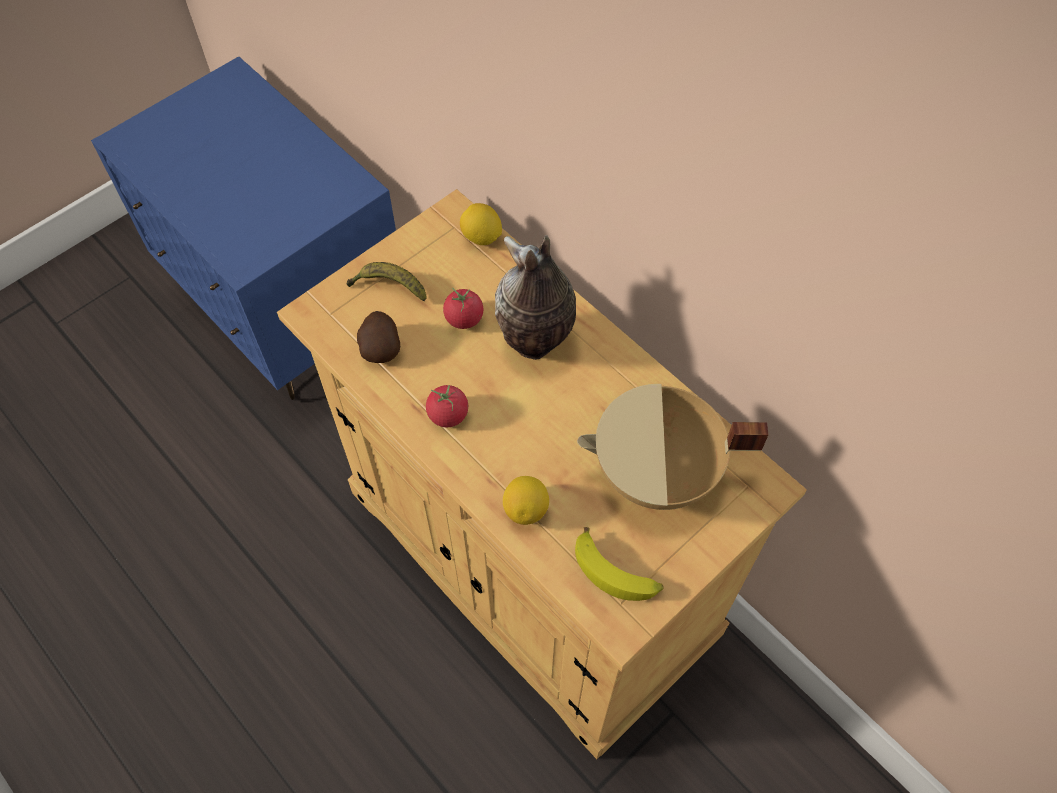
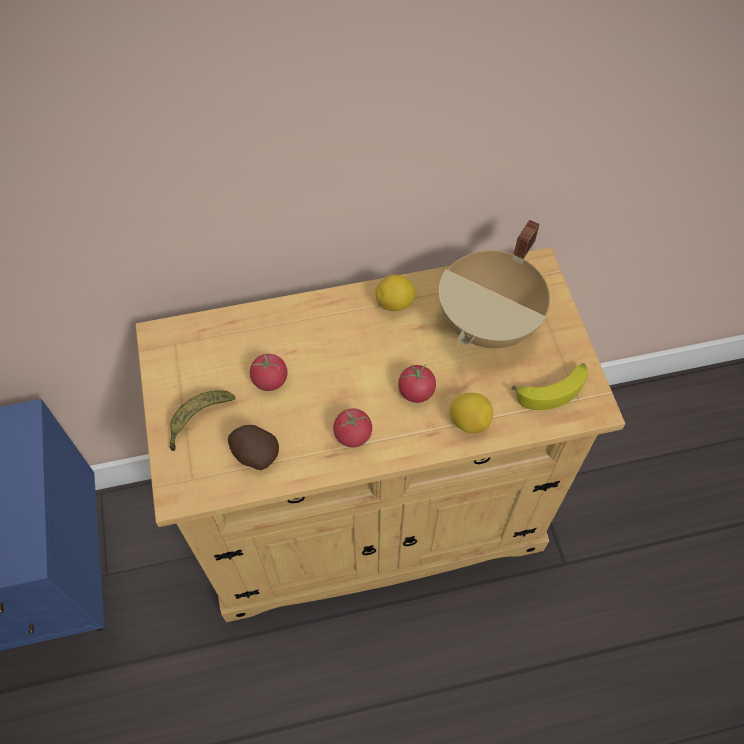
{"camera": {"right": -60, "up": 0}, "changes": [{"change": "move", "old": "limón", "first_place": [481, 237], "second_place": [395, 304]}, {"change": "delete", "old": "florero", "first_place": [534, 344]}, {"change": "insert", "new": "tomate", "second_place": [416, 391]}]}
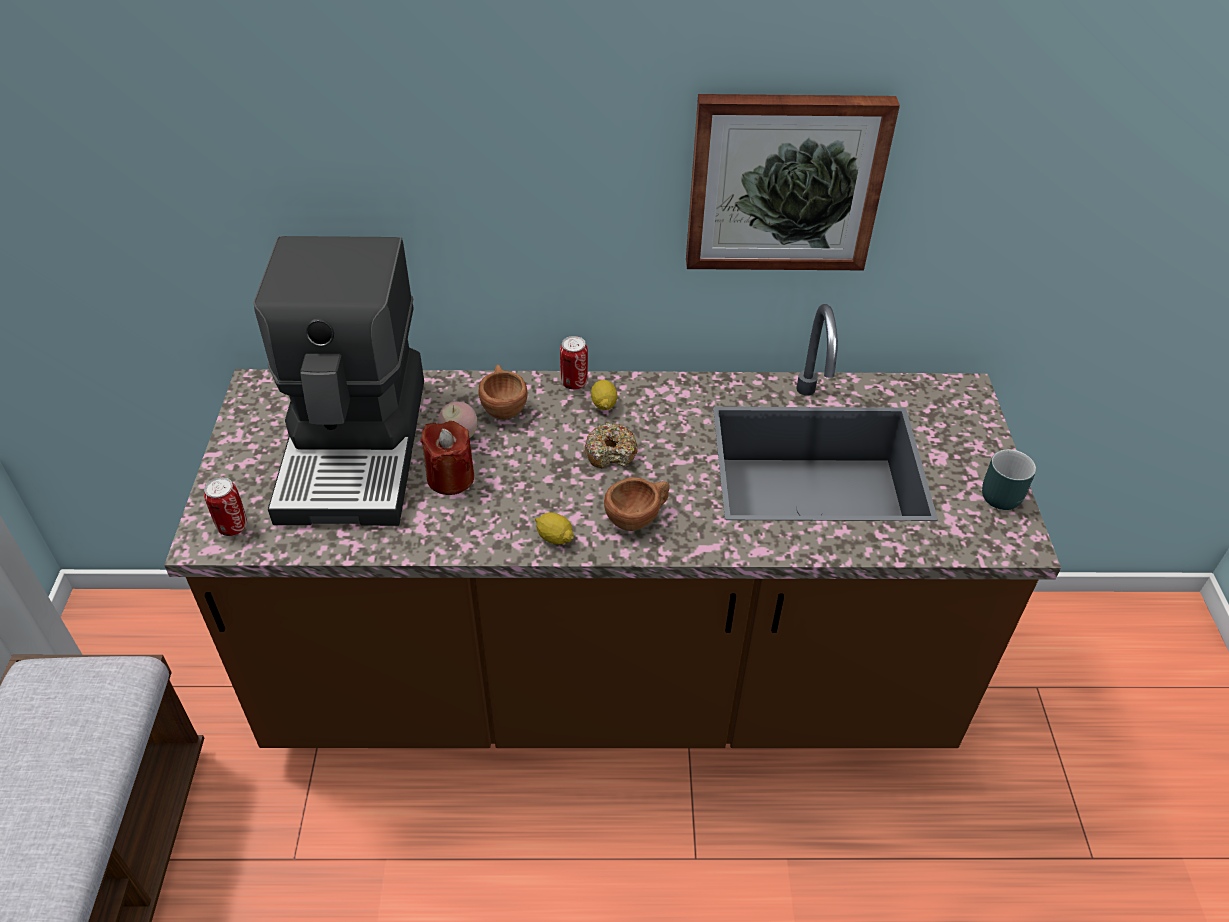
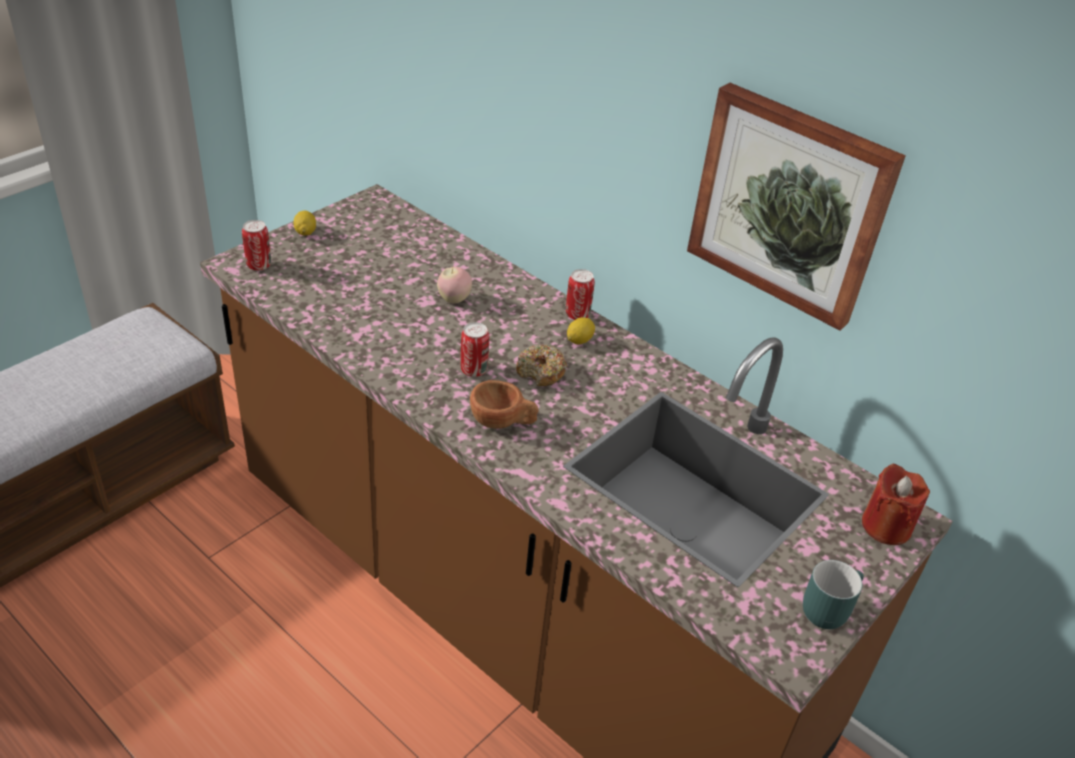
{"camera": {"right": 40, "up": -5}, "changes": [{"change": "delete", "old": "cafetera", "first_place": [357, 446]}, {"change": "delete", "old": "taza/marrón", "first_place": [503, 406]}, {"change": "move", "old": "vela/rojo", "first_place": [450, 478], "second_place": [886, 526]}, {"change": "move", "old": "limón", "first_place": [554, 537], "second_place": [305, 232]}, {"change": "insert", "new": "lata", "second_place": [473, 370]}]}
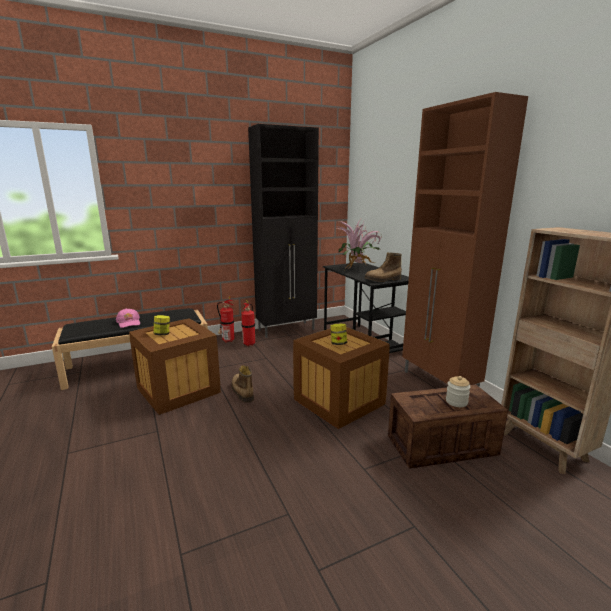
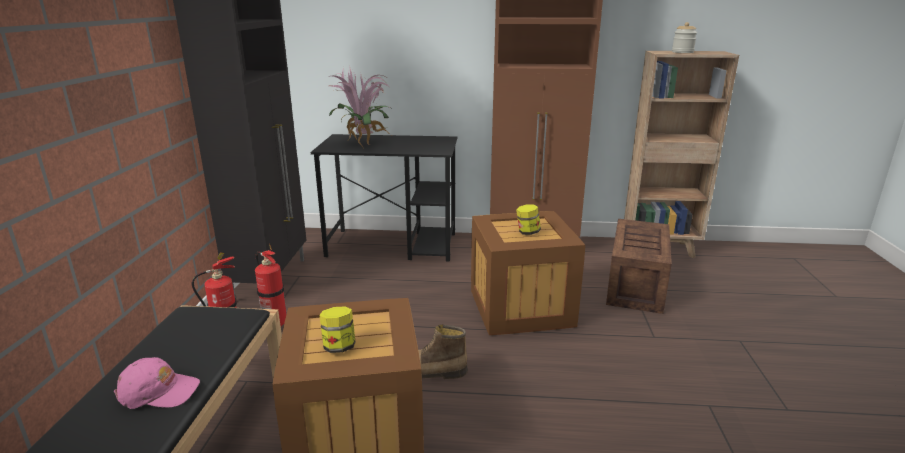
{"camera": {"right": -60, "up": 5}, "changes": [{"change": "delete", "old": "bota", "first_place": [383, 280]}, {"change": "move", "old": "tarro", "first_place": [456, 402], "second_place": [682, 52]}]}
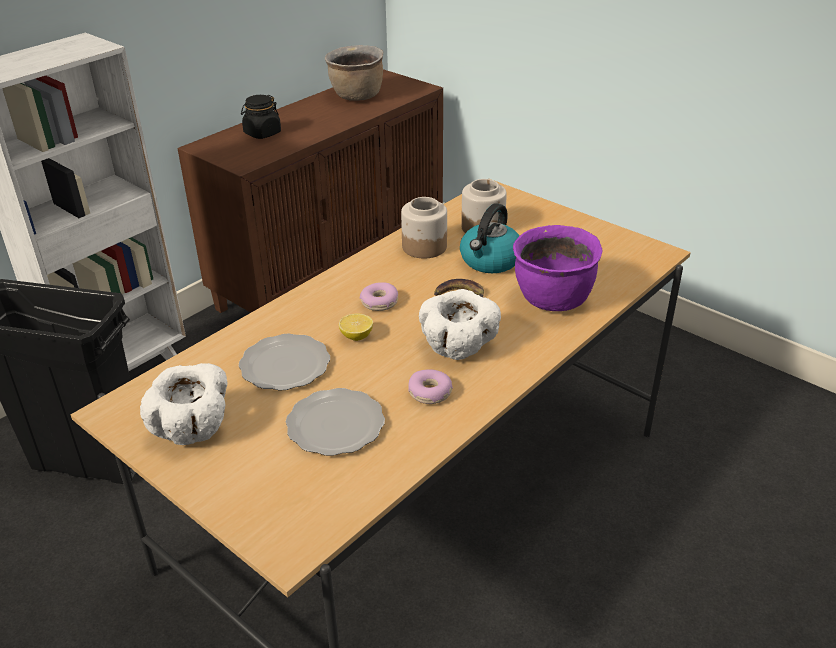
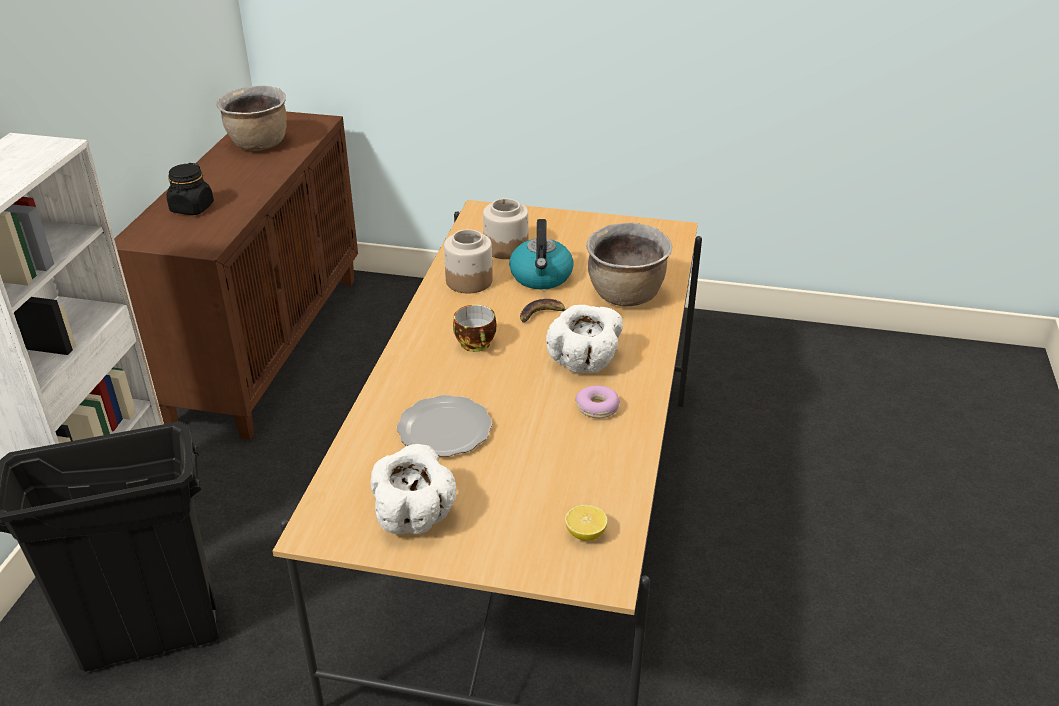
{"camera": {"right": -30, "up": 0}, "changes": [{"change": "recolor", "old": "olla/morado", "new": "olla/marrón", "first_place": [553, 300], "second_place": [626, 296]}, {"change": "replace", "old": "rosquilla", "new": "taza", "first_place": [379, 302], "second_place": [477, 344]}, {"change": "move", "old": "limón", "first_place": [356, 336], "second_place": [585, 533]}, {"change": "delete", "old": "plato", "first_place": [336, 426]}]}
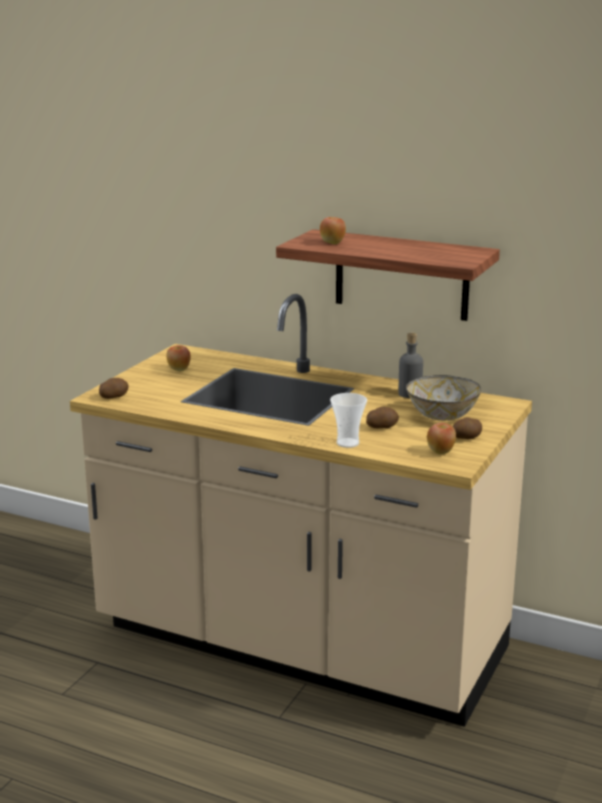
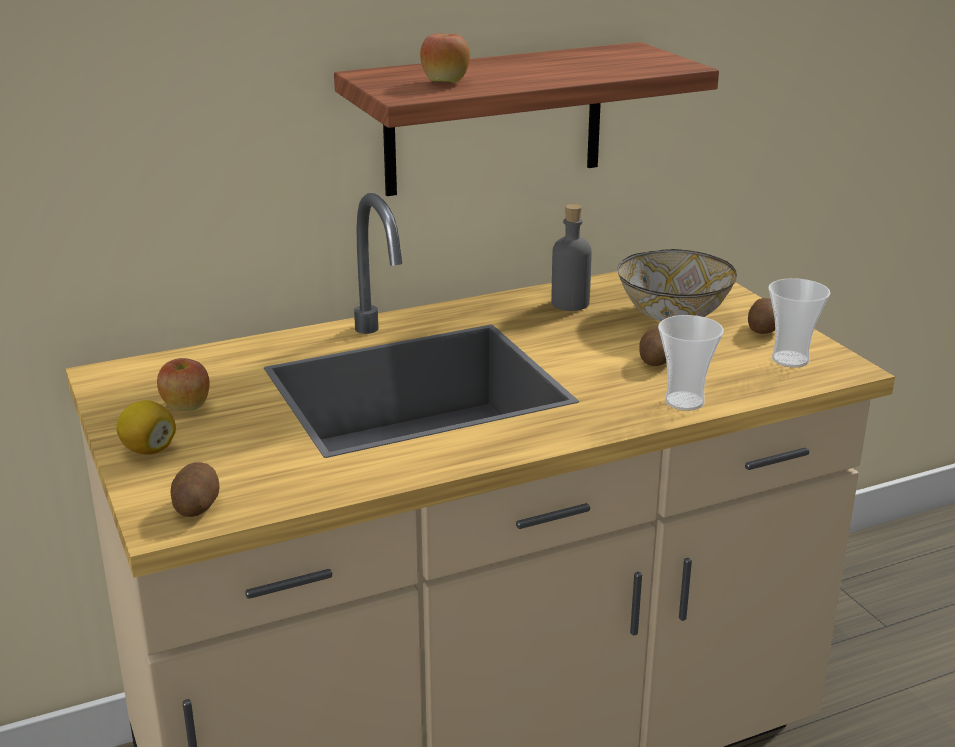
{"camera": {"right": -50, "up": 5}, "changes": [{"change": "replace", "old": "manzana", "new": "taza", "first_place": [441, 451], "second_place": [790, 359]}, {"change": "insert", "new": "limón", "second_place": [148, 449]}]}
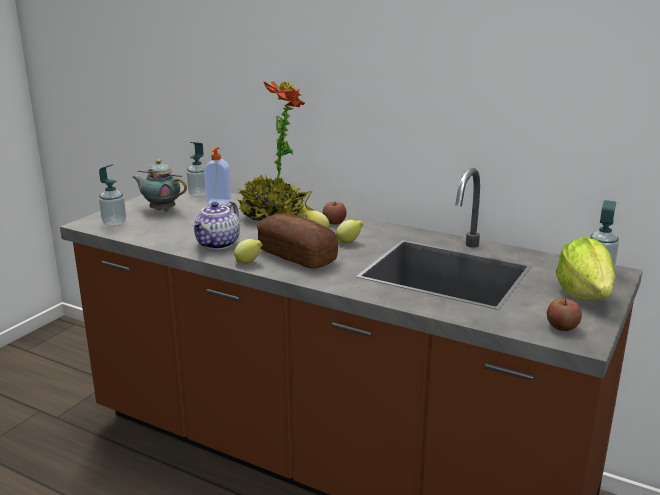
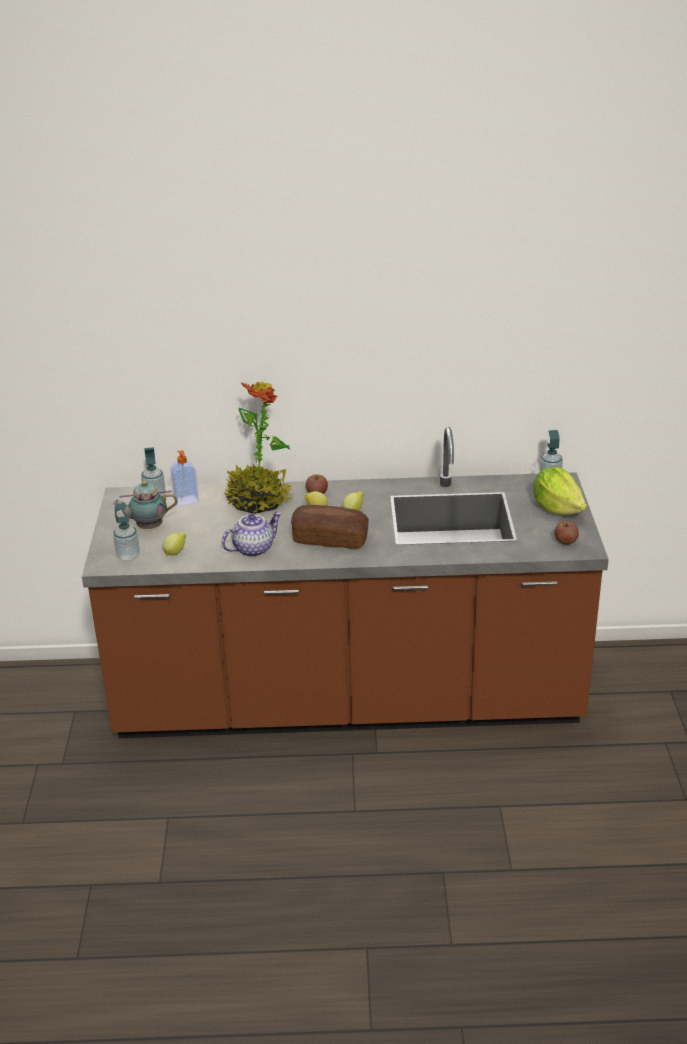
{"camera": {"right": -30, "up": 10}, "changes": [{"change": "rotate", "old": "tetera", "first_place": [218, 244], "second_place": [253, 548], "degrees": -120}, {"change": "move", "old": "limón", "first_place": [249, 263], "second_place": [175, 553]}]}
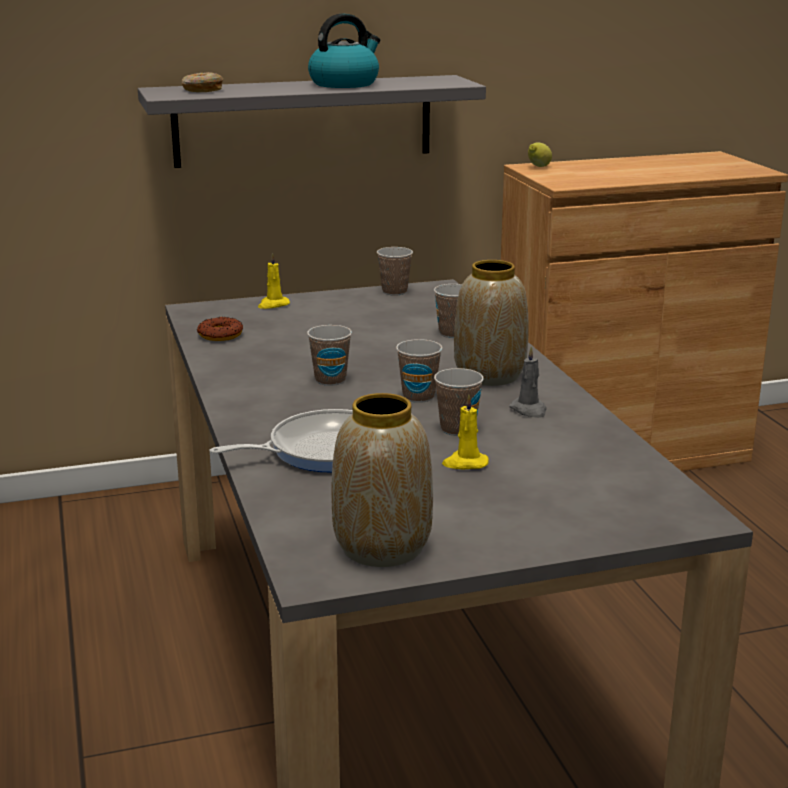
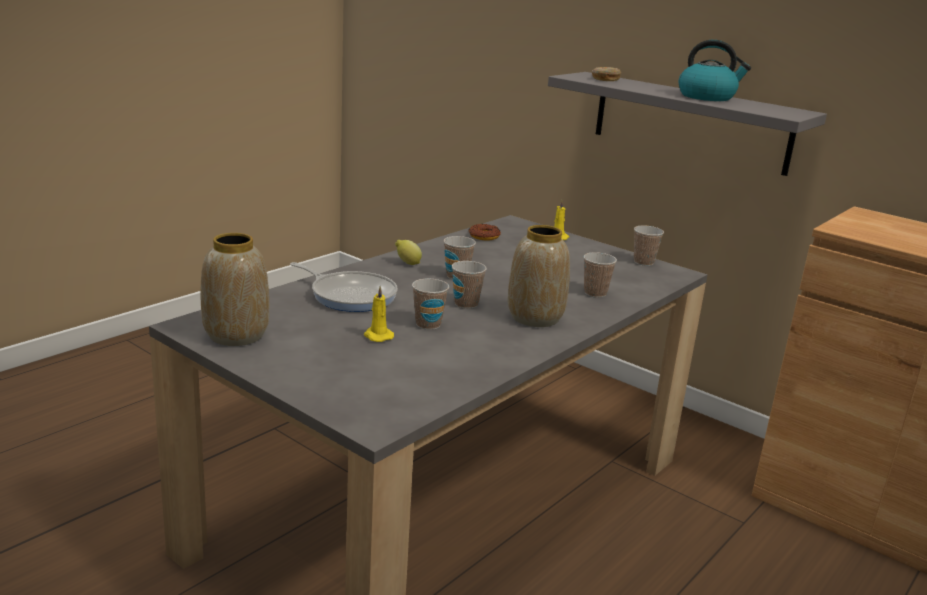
{"camera": {"right": 55, "up": 0}, "changes": [{"change": "move", "old": "limón", "first_place": [538, 167], "second_place": [407, 263]}, {"change": "delete", "old": "vela/gris", "first_place": [529, 410]}]}
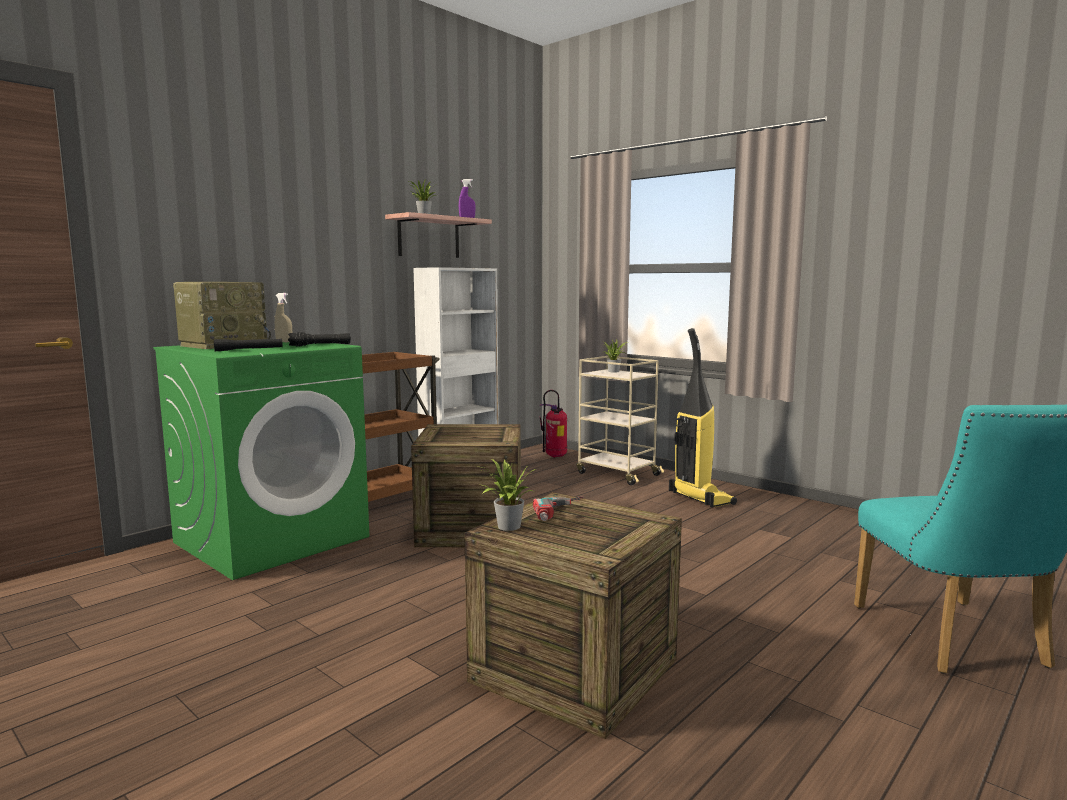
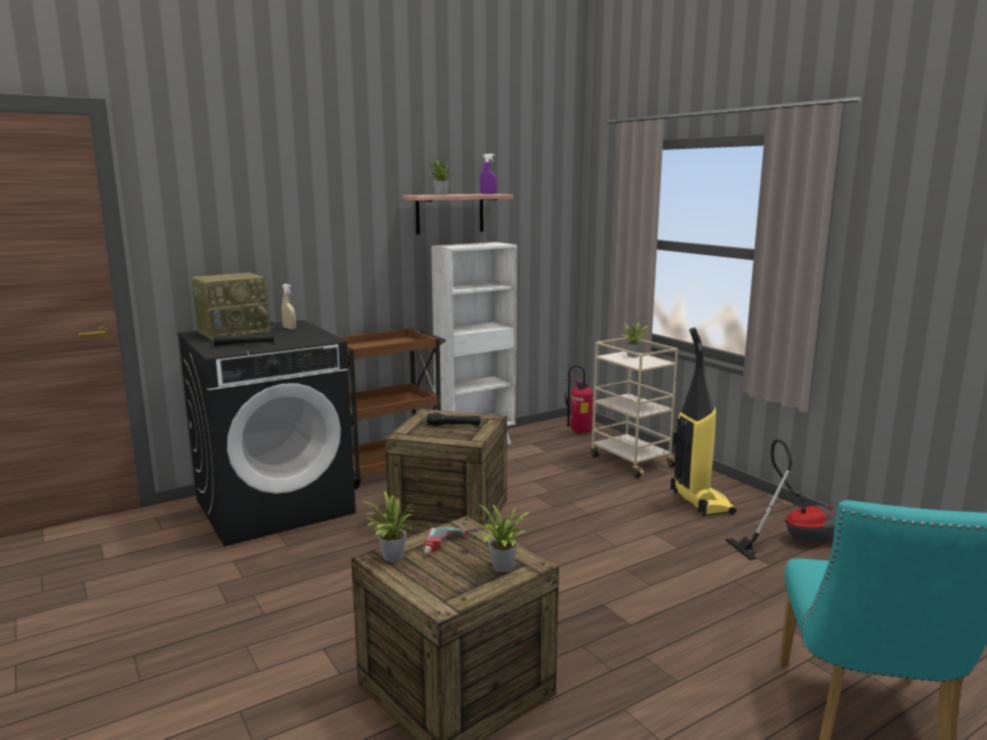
{"camera": {"right": 15, "up": 5}, "changes": [{"change": "move", "old": "linterna/negro", "first_place": [320, 345], "second_place": [453, 425]}, {"change": "recolor", "old": "lavadora/verde", "new": "lavadora/negro", "first_place": [273, 539], "second_place": [275, 505]}, {"change": "insert", "new": "aspiradora", "second_place": [796, 538]}, {"change": "insert", "new": "planta en maceta", "second_place": [501, 568]}]}
